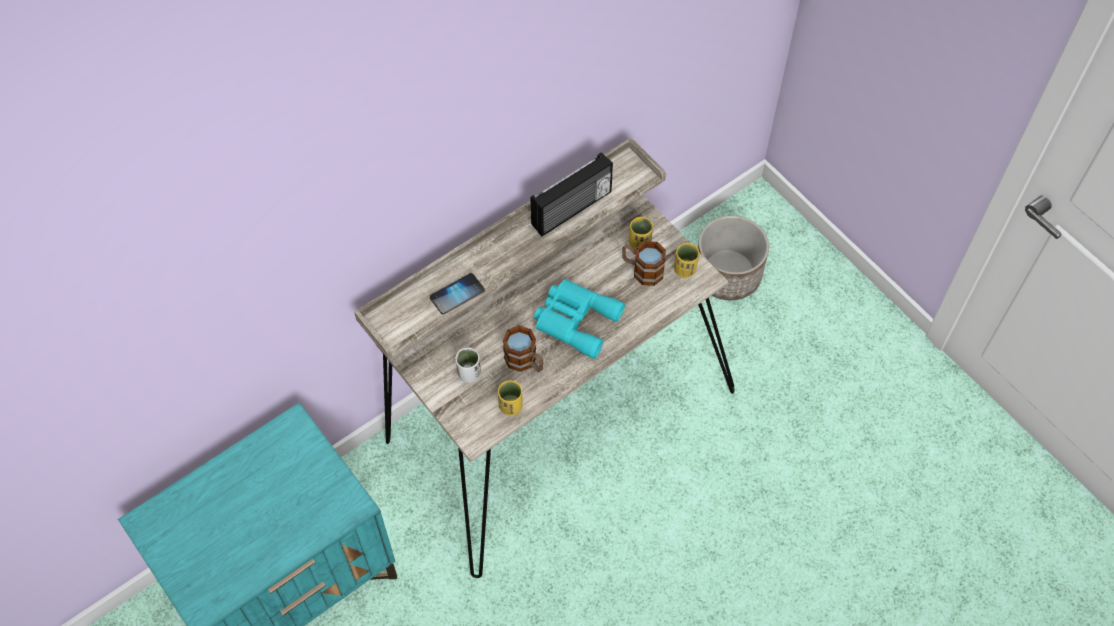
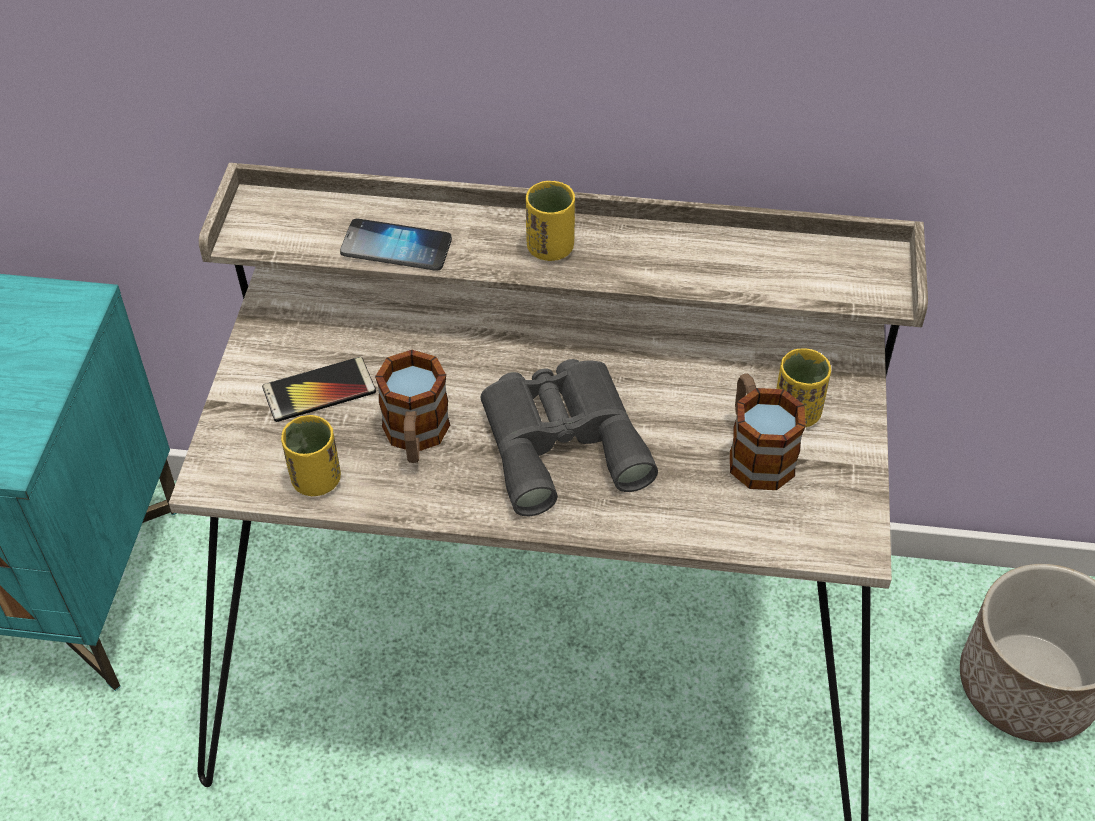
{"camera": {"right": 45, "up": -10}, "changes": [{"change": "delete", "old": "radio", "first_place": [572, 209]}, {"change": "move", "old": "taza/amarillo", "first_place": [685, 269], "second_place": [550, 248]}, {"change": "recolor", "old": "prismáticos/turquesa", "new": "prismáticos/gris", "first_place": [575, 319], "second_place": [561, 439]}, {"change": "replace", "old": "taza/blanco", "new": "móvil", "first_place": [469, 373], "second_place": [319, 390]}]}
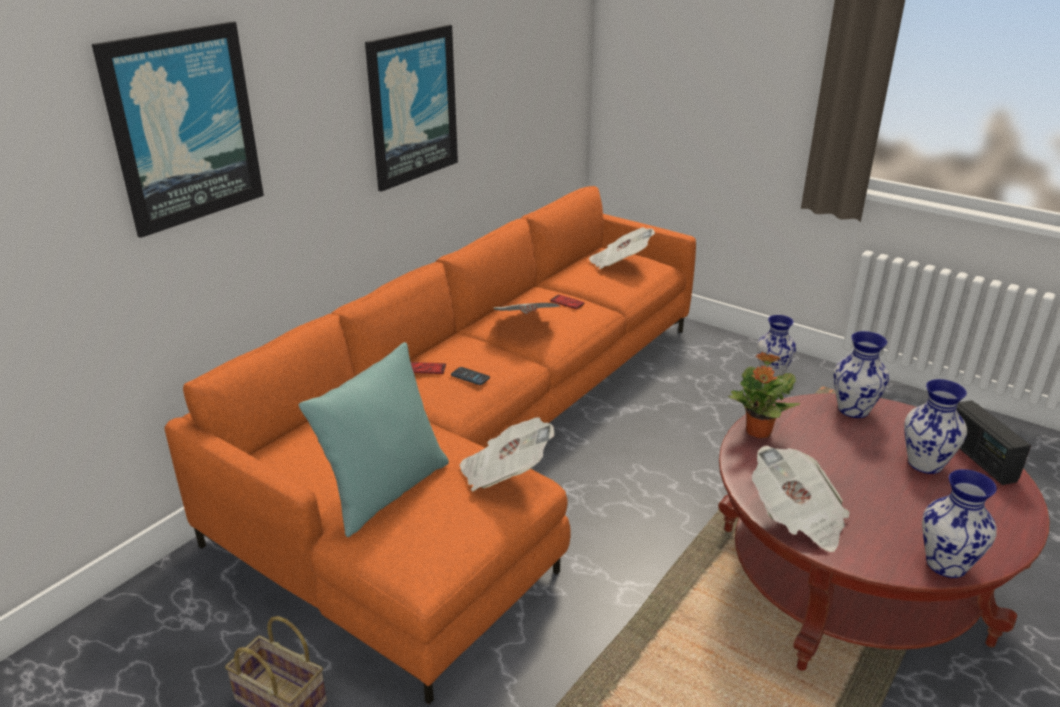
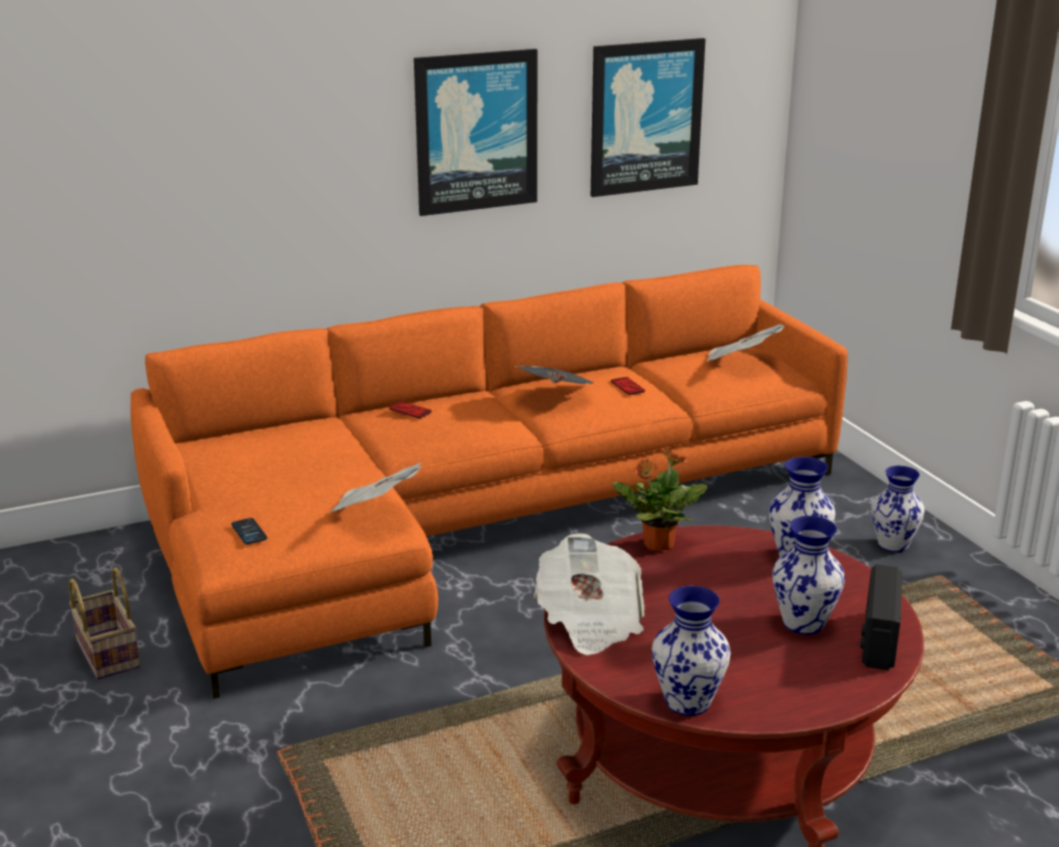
{"camera": {"right": 30, "up": -5}, "changes": [{"change": "move", "old": "cuadro", "first_place": [183, 127], "second_place": [645, 117]}, {"change": "delete", "old": "cojín/turquesa", "first_place": [385, 491]}, {"change": "move", "old": "móvil", "first_place": [470, 376], "second_place": [249, 532]}]}
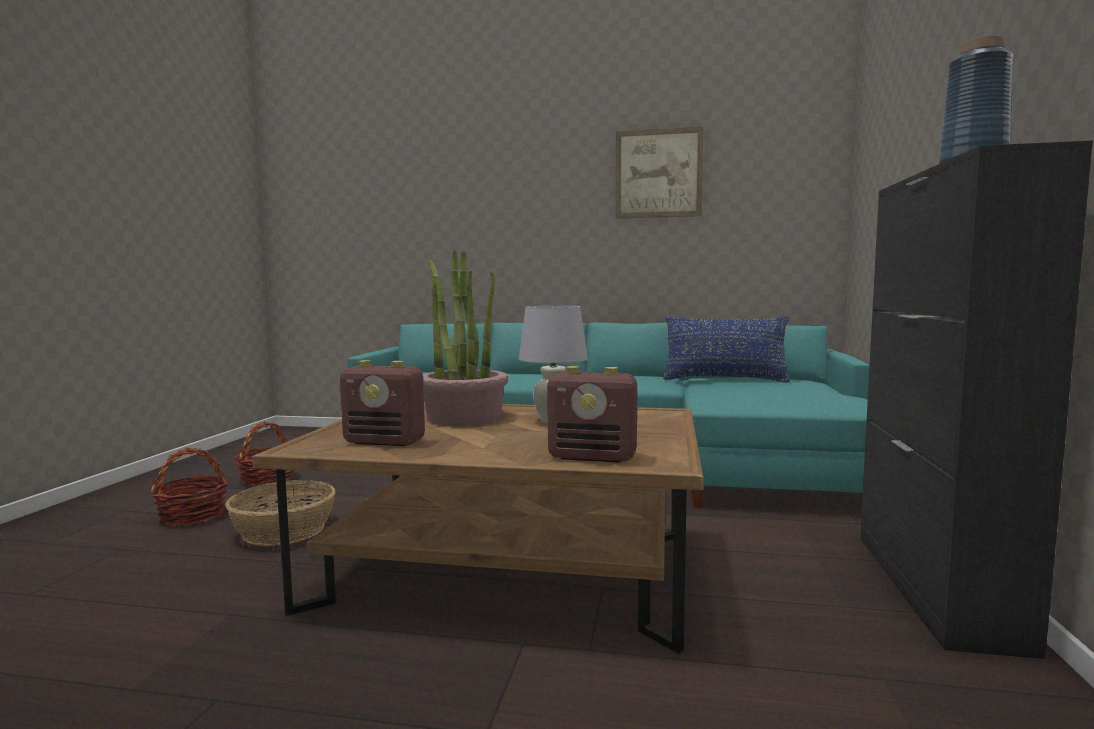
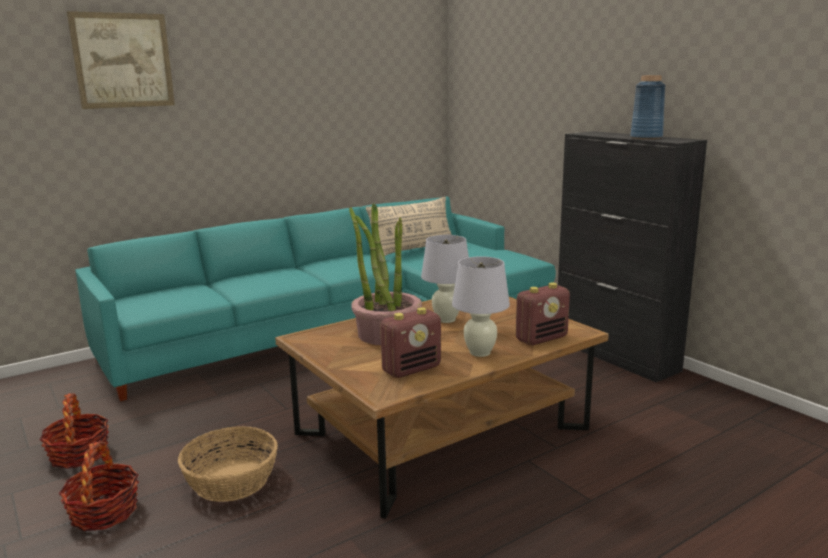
{"camera": {"right": -45, "up": 10}, "changes": [{"change": "move", "old": "cuadro", "first_place": [658, 173], "second_place": [123, 60]}, {"change": "recolor", "old": "cojín/azul", "new": "cojín/beis", "first_place": [724, 380], "second_place": [412, 250]}, {"change": "insert", "new": "lámpara de mesa/blanco", "second_place": [479, 352]}]}
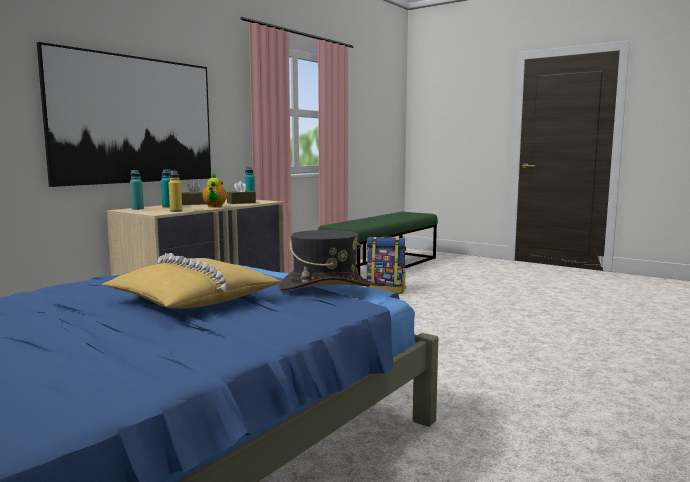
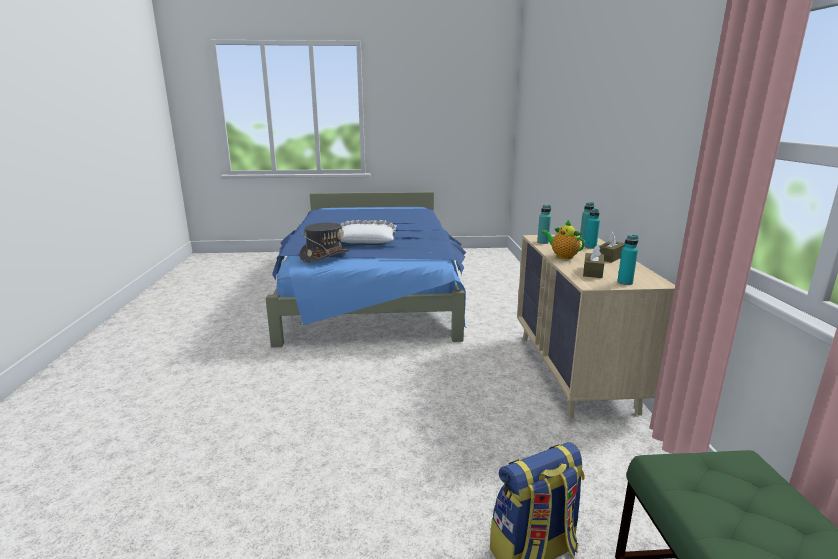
{"camera": {"right": 140, "up": 10}, "changes": [{"change": "delete", "old": "cuadro", "first_place": [135, 120]}, {"change": "recolor", "old": "botella/amarillo", "new": "botella/turquesa", "first_place": [176, 211], "second_place": [542, 242]}, {"change": "recolor", "old": "cojín/amarillo", "new": "cojín/blanco", "first_place": [192, 299], "second_place": [366, 240]}]}
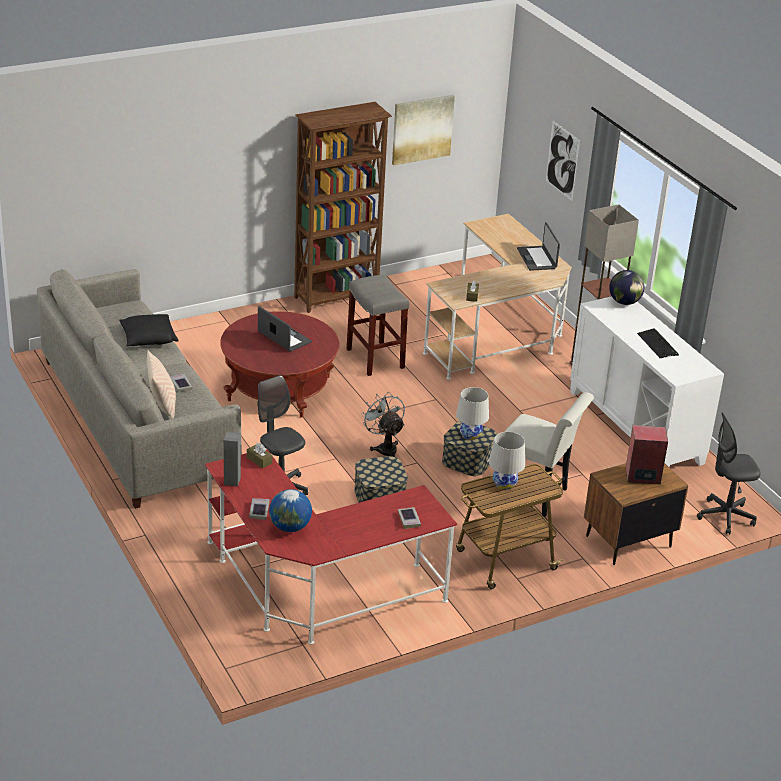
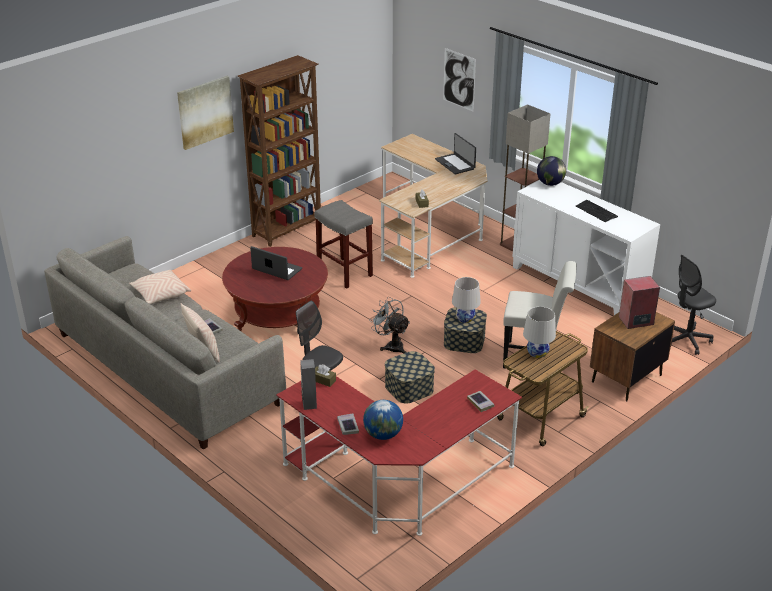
{"camera": {"right": -15, "up": 0}, "changes": [{"change": "move", "old": "cuadro", "first_place": [422, 129], "second_place": [205, 112]}, {"change": "recolor", "old": "cojín/negro", "new": "cojín/beis", "first_place": [148, 338], "second_place": [160, 294]}]}
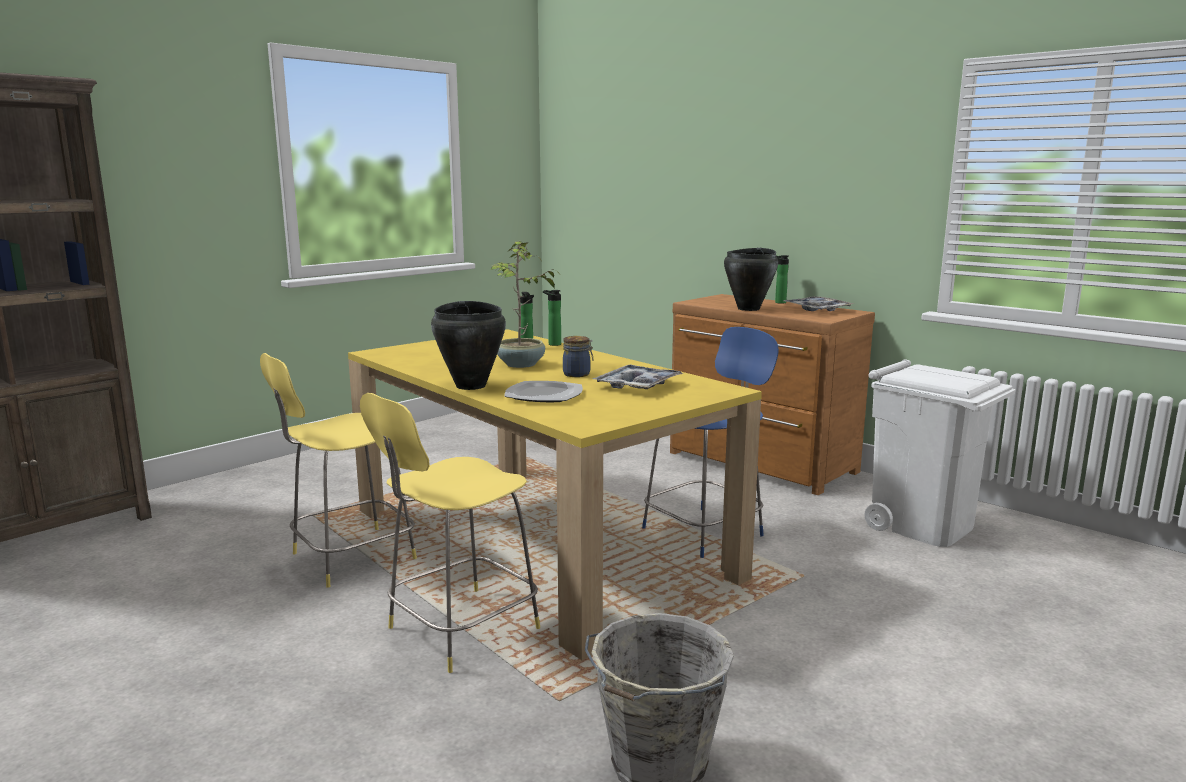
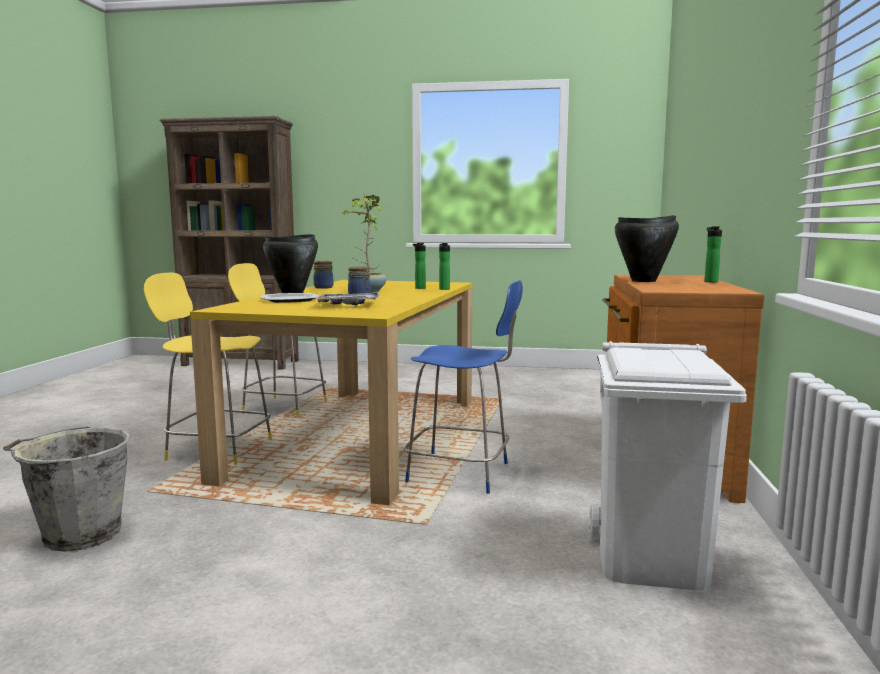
{"camera": {"right": 55, "up": -5}, "changes": [{"change": "delete", "old": "bandeja", "first_place": [817, 310]}, {"change": "insert", "new": "tarro", "second_place": [323, 287]}]}
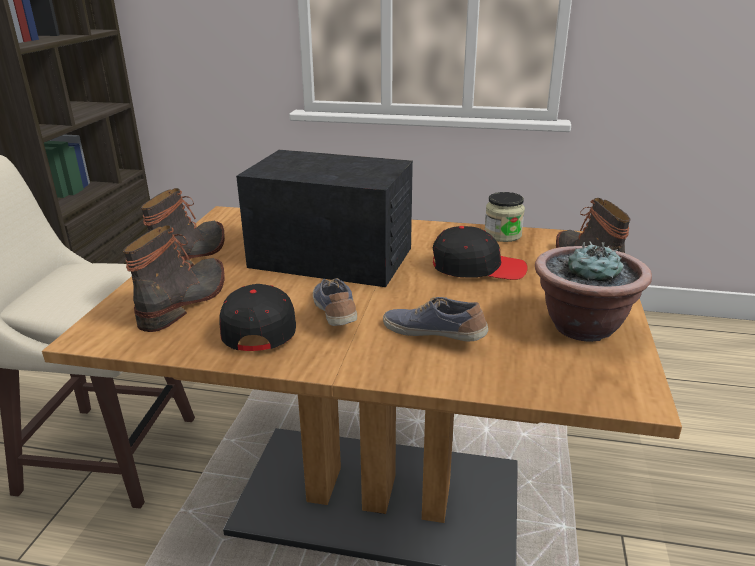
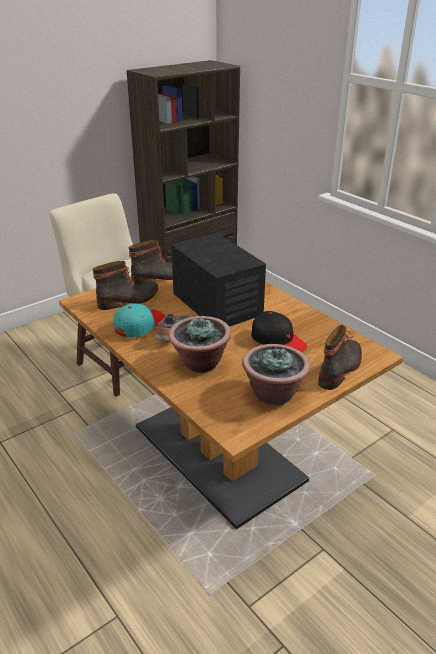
{"camera": {"right": 40, "up": 5}, "changes": [{"change": "delete", "old": "tarro", "first_place": [502, 235]}, {"change": "recolor", "old": "gorra/negro", "new": "gorra/turquesa", "first_place": [260, 326], "second_place": [139, 325]}, {"change": "replace", "old": "zapato", "new": "planta en maceta", "first_place": [434, 334], "second_place": [200, 363]}]}
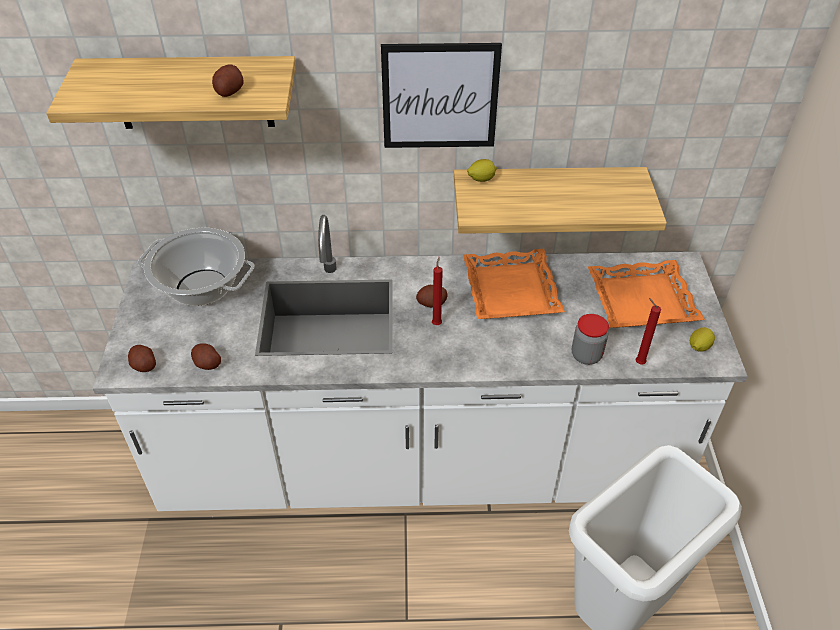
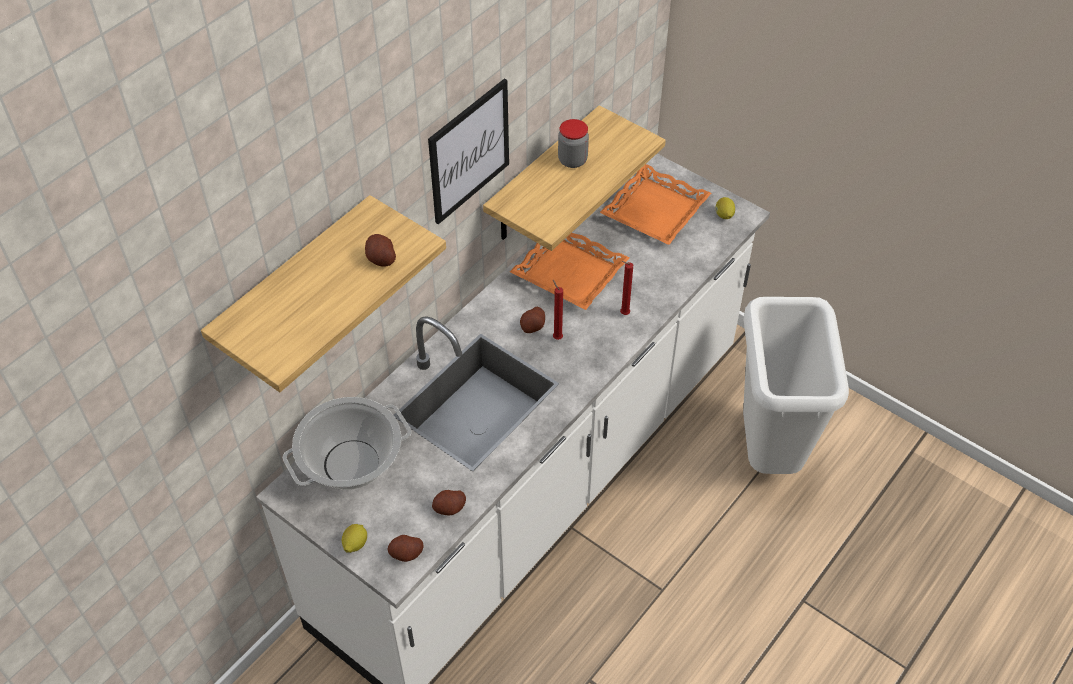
{"camera": {"right": -50, "up": 5}, "changes": [{"change": "move", "old": "limón", "first_place": [481, 179], "second_place": [355, 544]}, {"change": "move", "old": "vela/rojo", "first_place": [638, 362], "second_place": [623, 314]}, {"change": "move", "old": "tarro", "first_place": [586, 355], "second_place": [572, 160]}]}
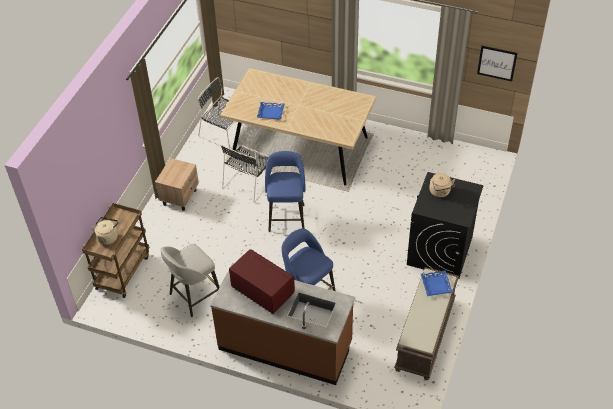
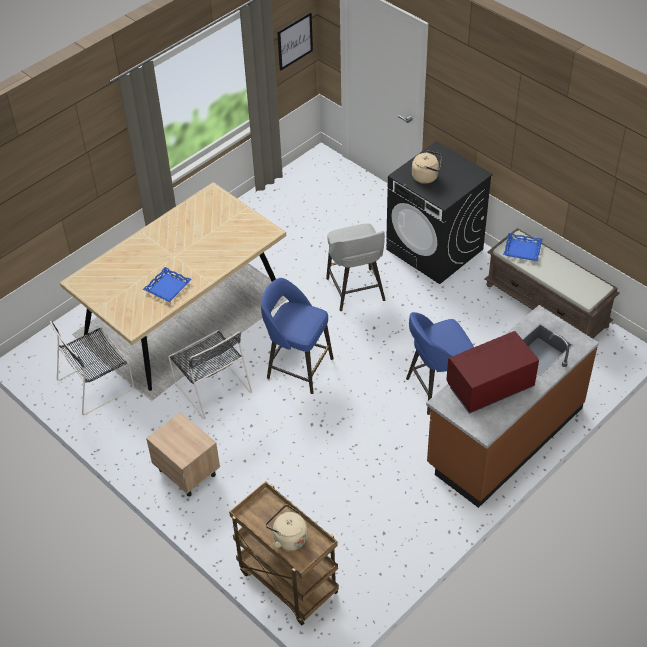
{"camera": {"right": -65, "up": 0}, "changes": [{"change": "move", "old": "taburete/gris", "first_place": [194, 296], "second_place": [356, 291]}]}
